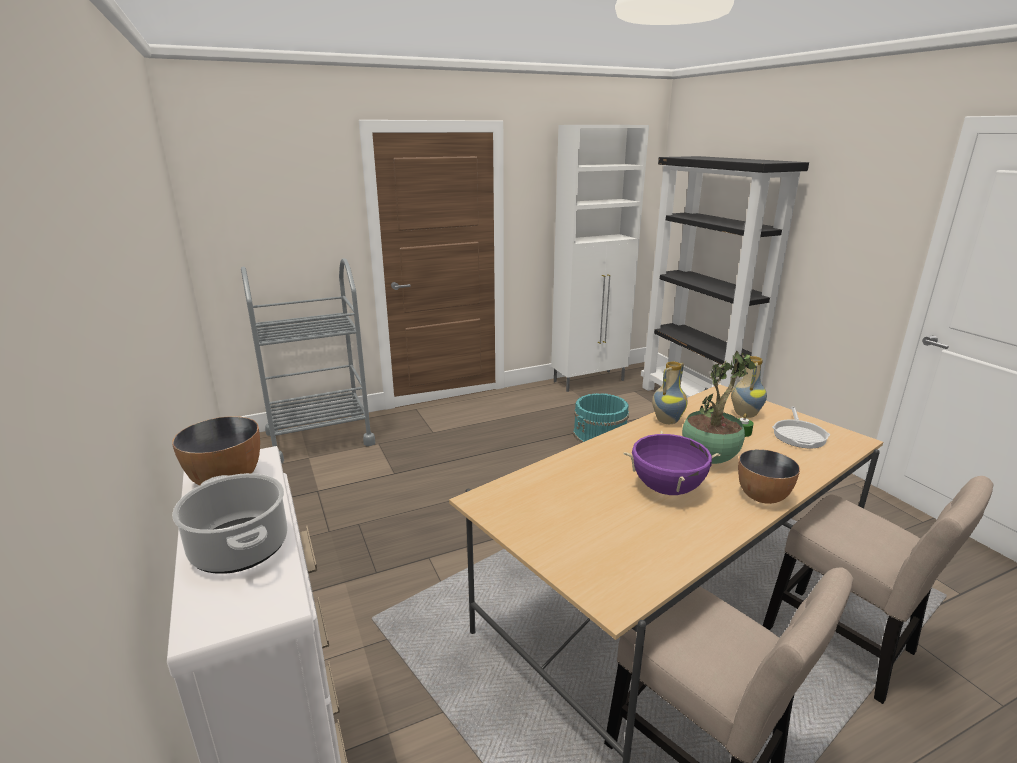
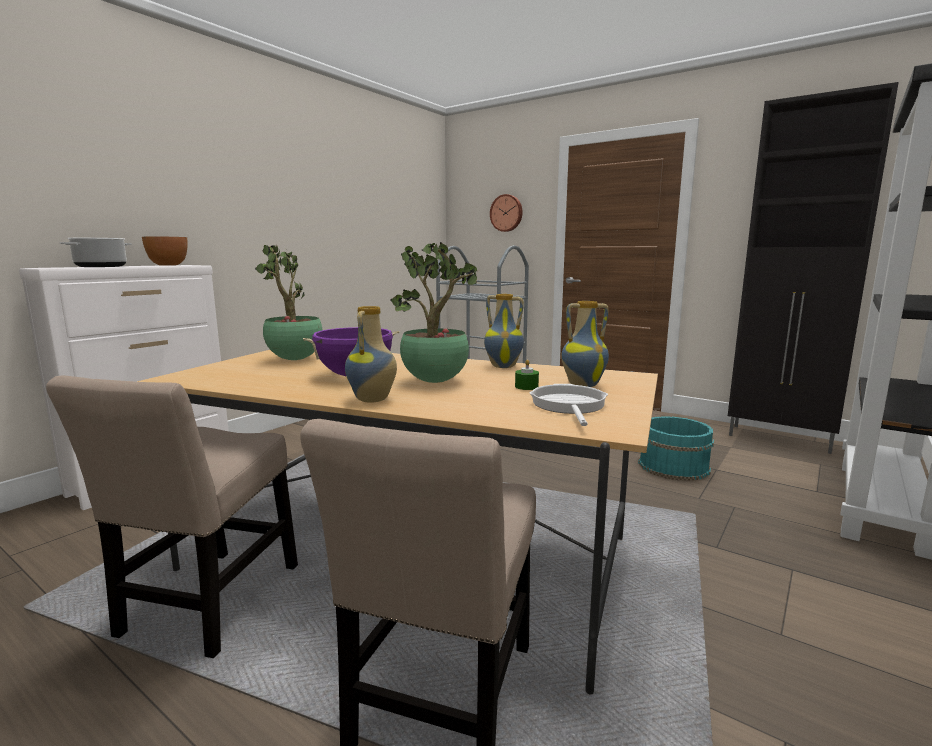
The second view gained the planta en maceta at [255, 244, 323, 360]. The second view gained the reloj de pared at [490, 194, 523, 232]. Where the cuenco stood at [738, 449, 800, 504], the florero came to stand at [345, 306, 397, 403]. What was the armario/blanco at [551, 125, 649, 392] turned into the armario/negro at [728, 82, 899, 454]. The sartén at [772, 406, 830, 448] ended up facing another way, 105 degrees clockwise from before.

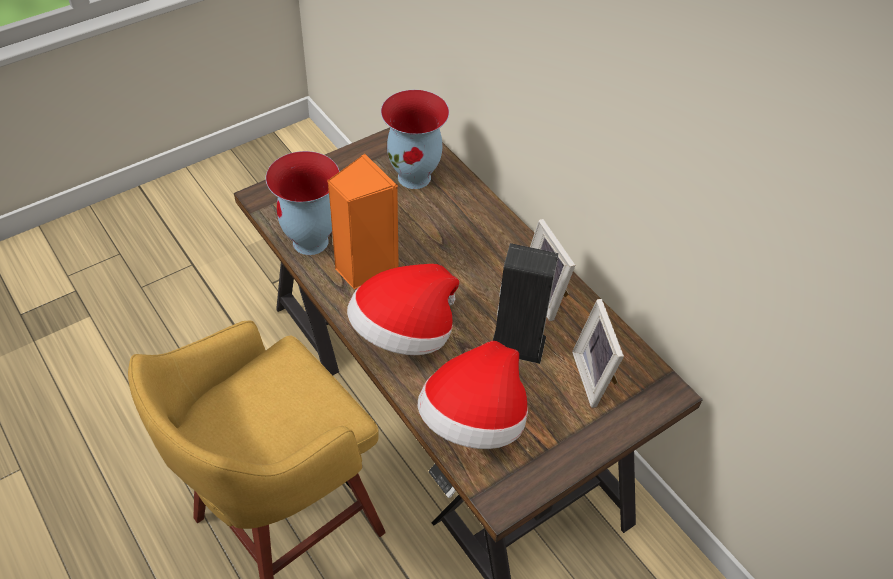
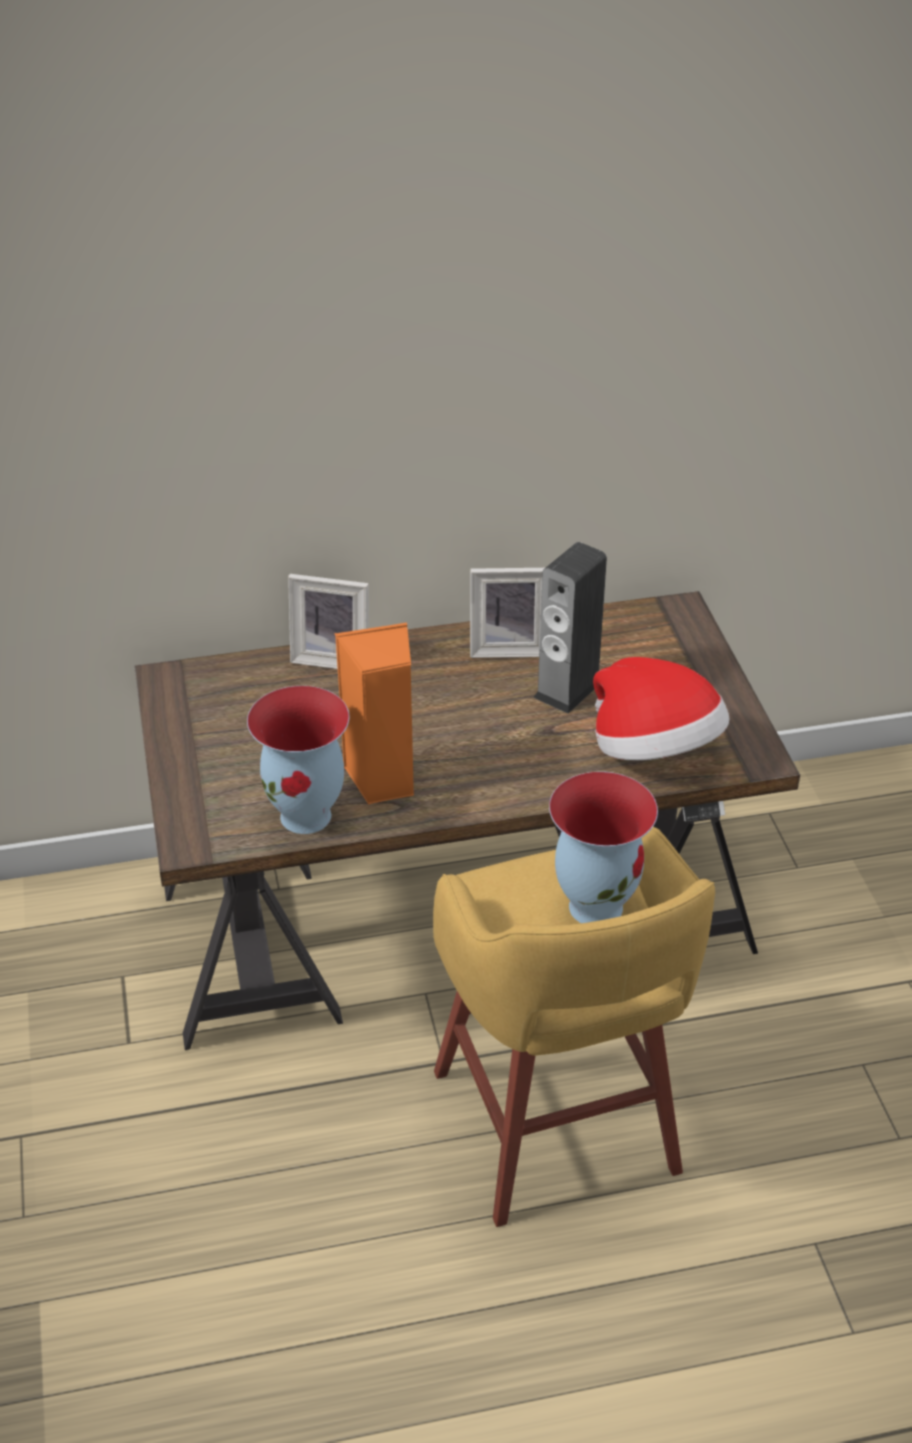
The second view lost the sombrero at [347, 264, 459, 355]. The florero ended up elsewhere, having gone from [381, 90, 449, 189] to [549, 772, 658, 923]. The portarretratos ended up elsewhere, having gone from [572, 299, 624, 408] to [288, 574, 369, 669].

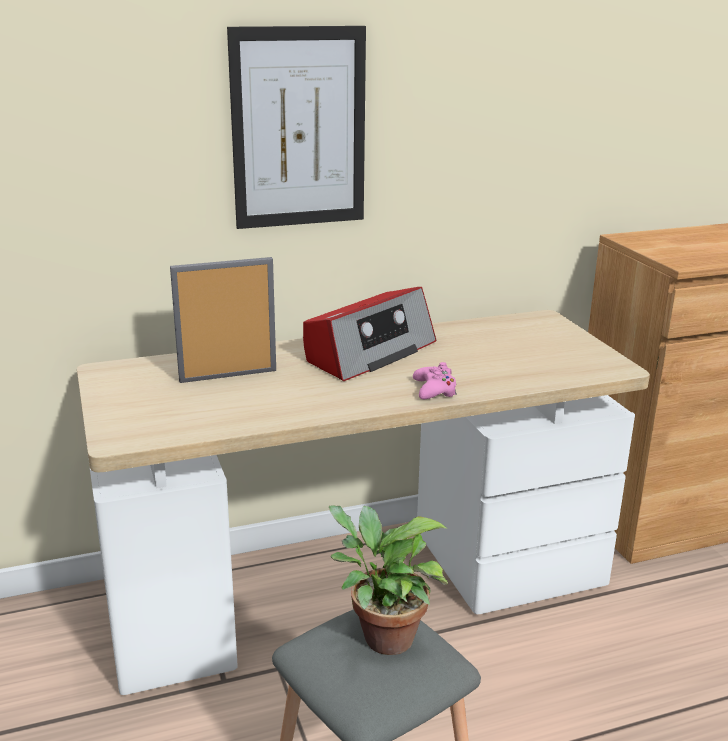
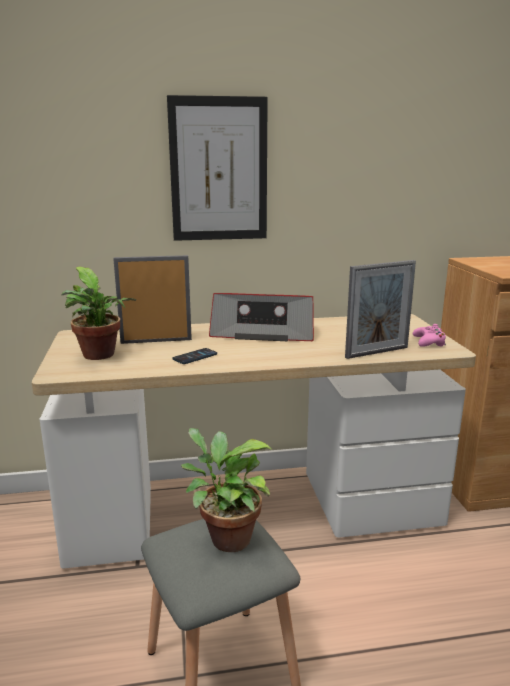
The second view gained the planta en maceta at [62, 267, 136, 360]. The second view gained the móvil at [173, 348, 217, 364]. The second view gained the portarretratos at [345, 260, 416, 359]. The mando de consola/rosa ended up elsewhere, having gone from [413, 362, 457, 399] to [413, 324, 446, 347]. The radio at [303, 287, 436, 381] ended up facing another way, 45 degrees clockwise from before.

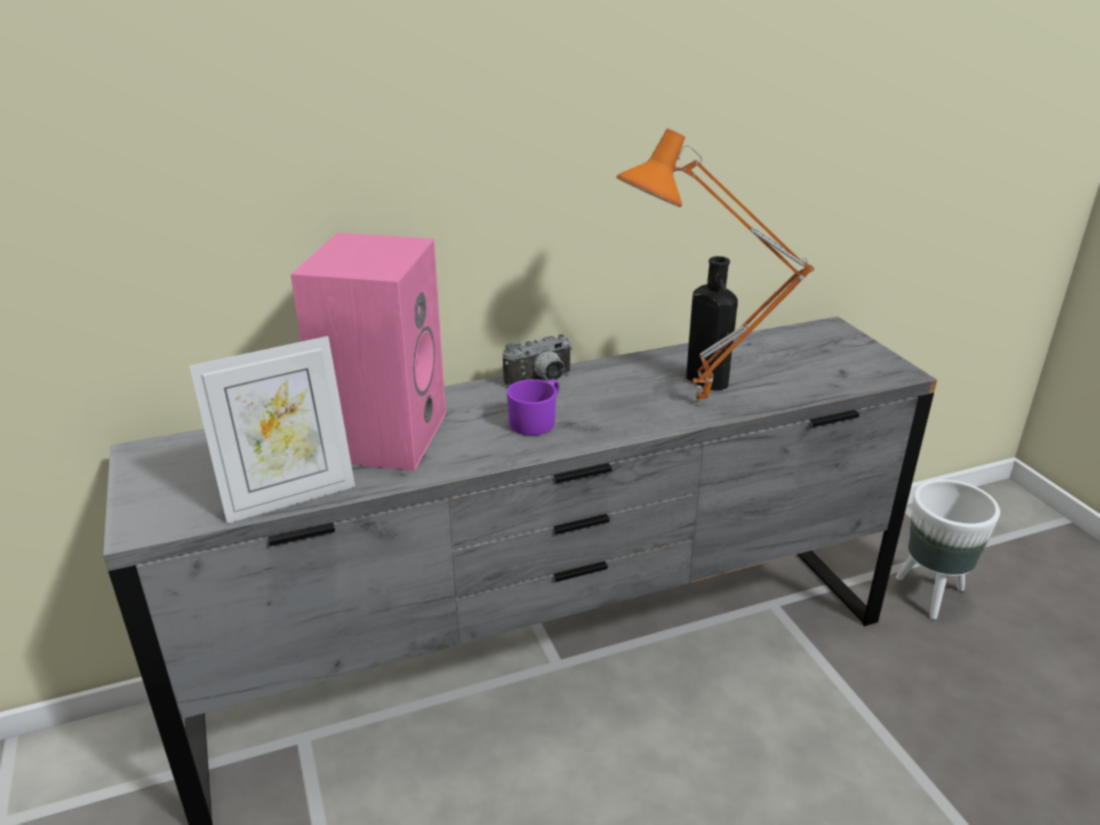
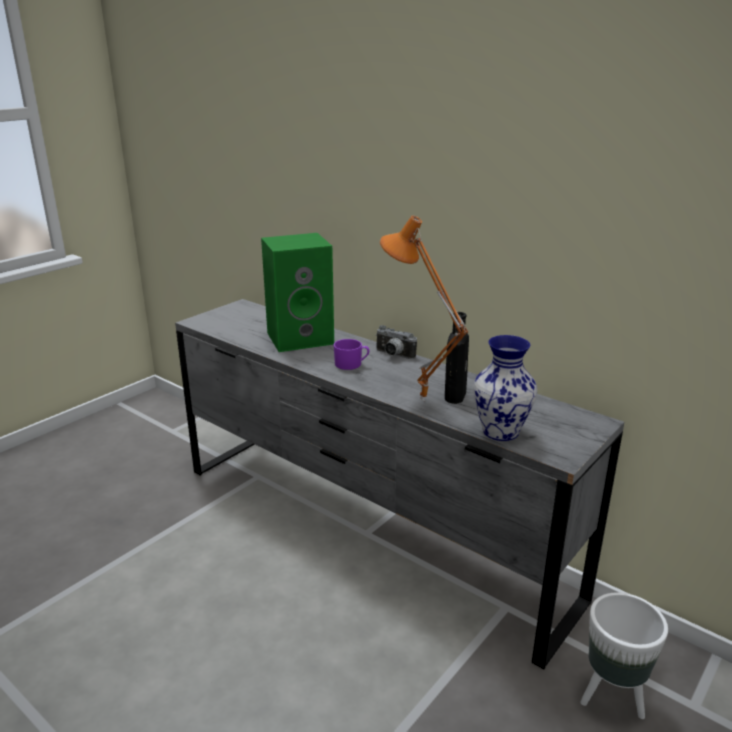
The second view lost the portarretratos at [189, 336, 355, 524]. The second view gained the florero at [473, 335, 537, 441]. What was the altavoz/rosa at [290, 233, 446, 471] turned into the altavoz/verde at [261, 233, 334, 352].

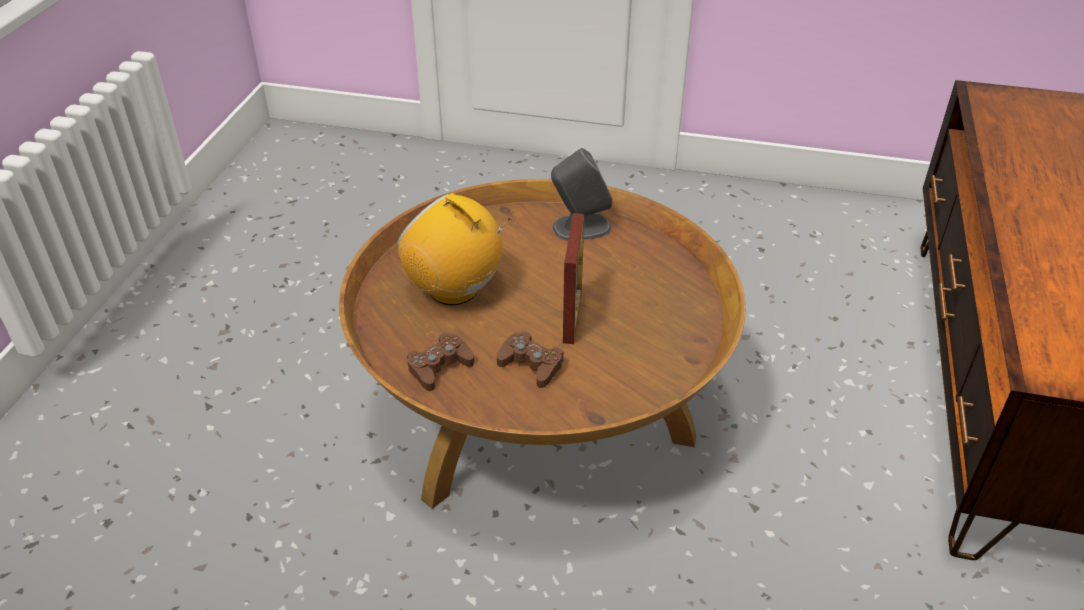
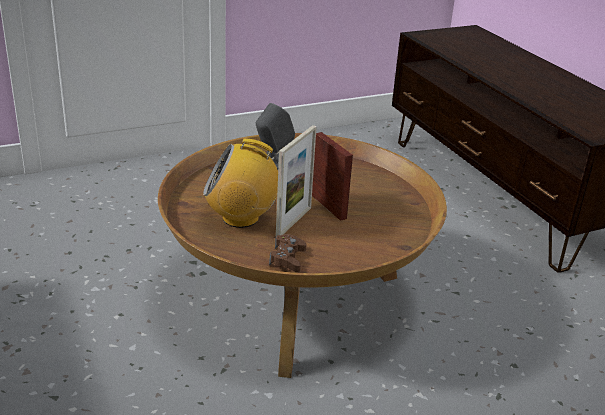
The second view lost the mando de consola/marrón at [497, 331, 564, 388]. The second view gained the portarretratos at [276, 125, 317, 236].

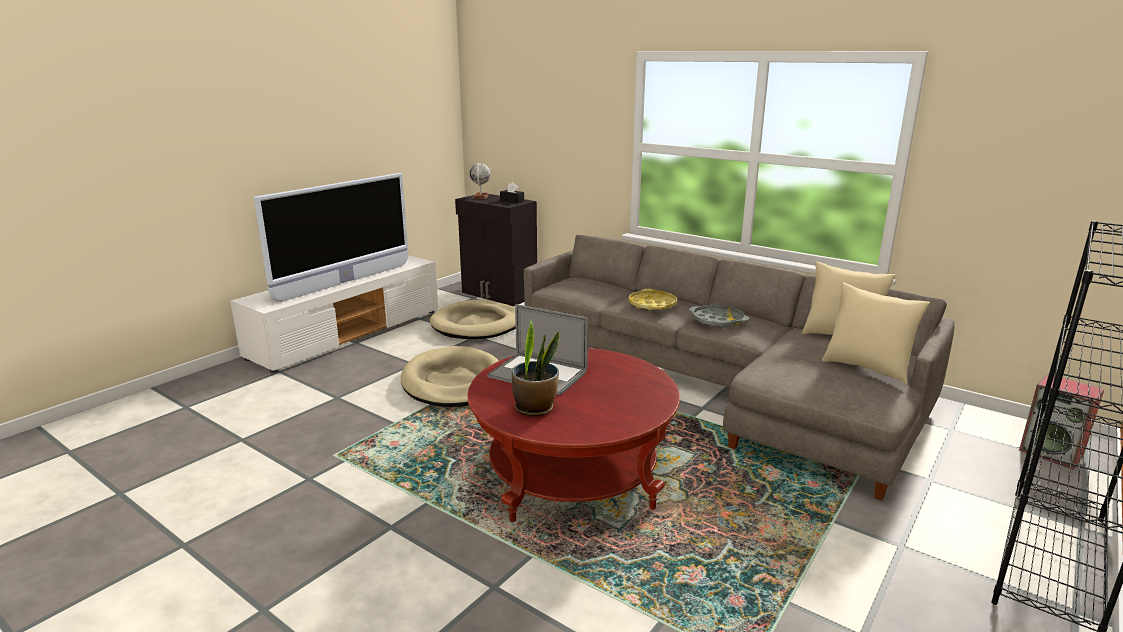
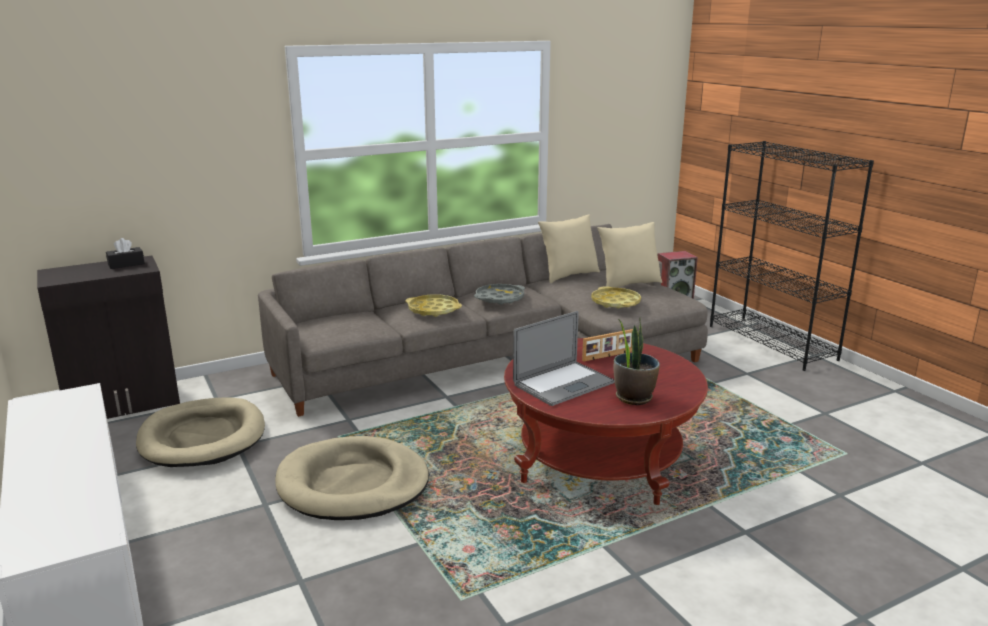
The second view lost the televisor at [254, 173, 409, 302]. The second view lost the globo terráqueo at [470, 163, 491, 199]. The second view gained the portarretratos at [582, 329, 633, 362]. The second view gained the bandeja/amarillo at [591, 286, 641, 309].

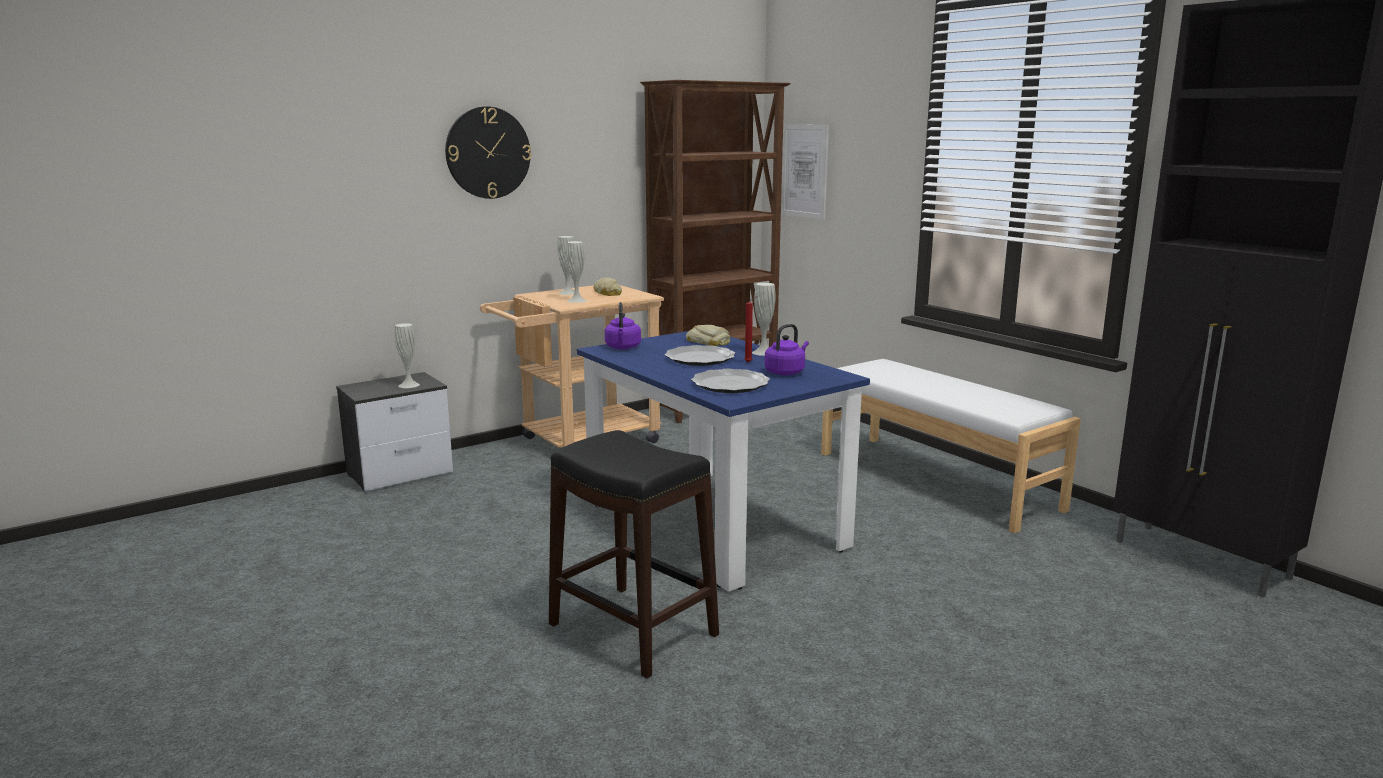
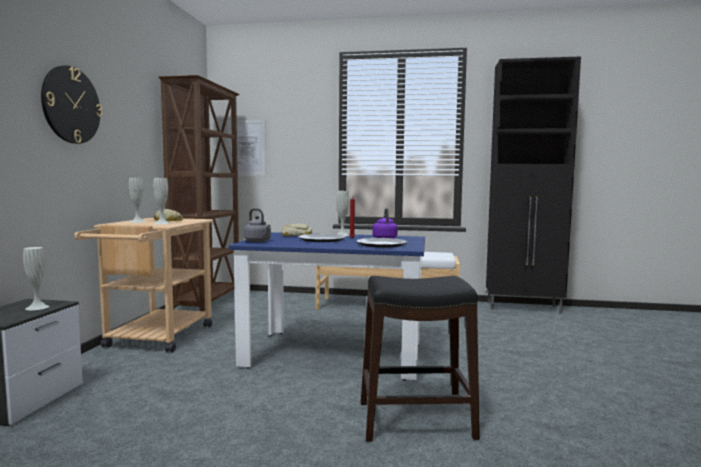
What was the hervidor/morado at [605, 302, 641, 349] turned into the hervidor/gris at [244, 208, 271, 242].

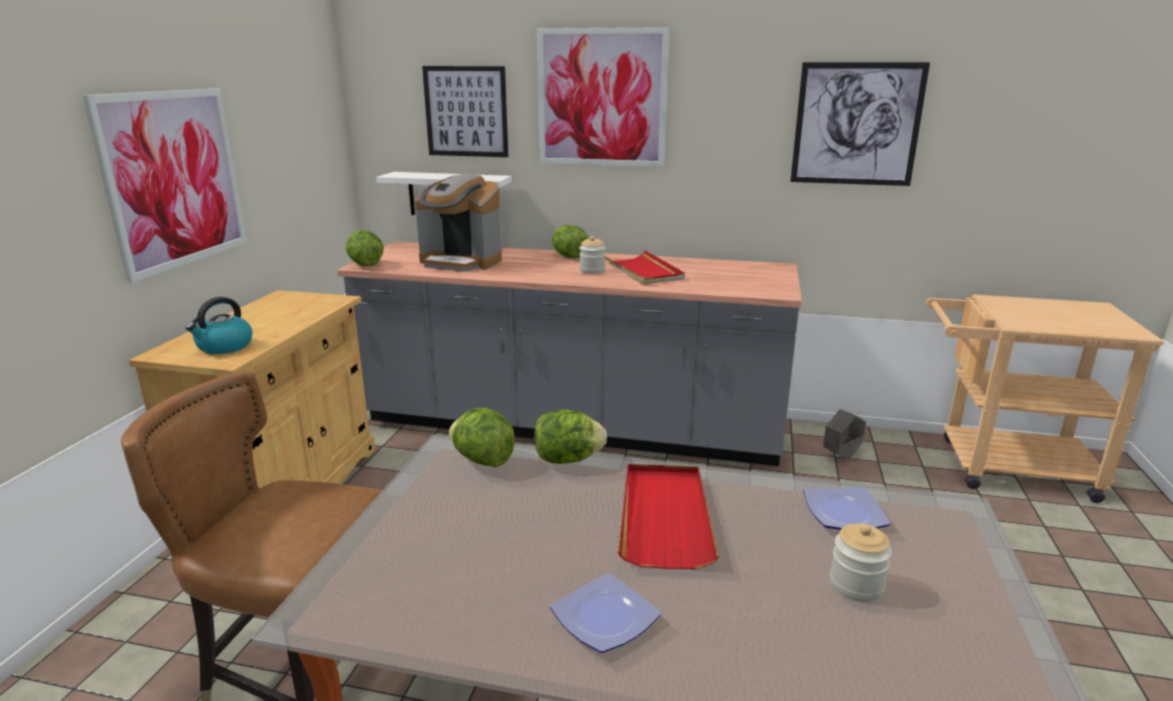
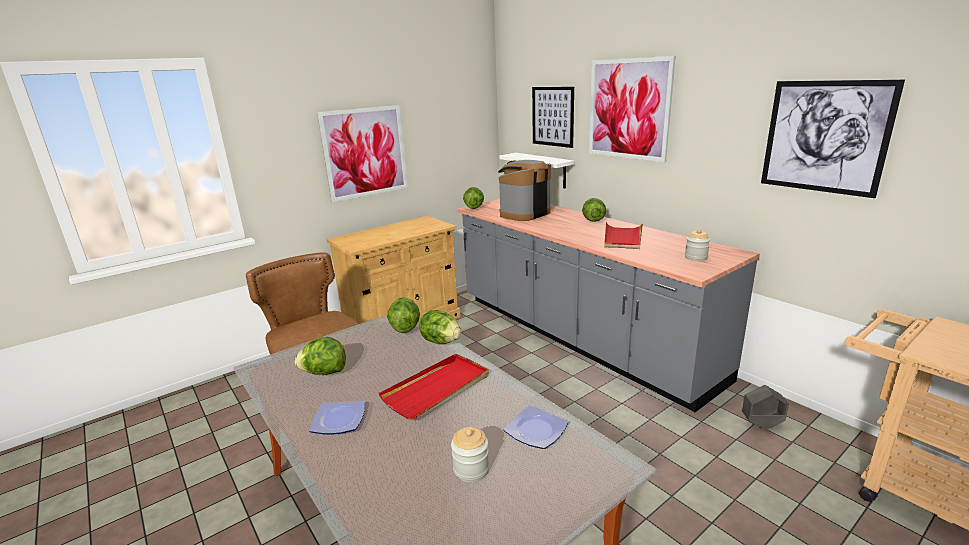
The second view lost the hervidor at [185, 297, 253, 354]. The second view gained the lechuga at [295, 337, 346, 375]. The tarro ended up elsewhere, having gone from [579, 236, 606, 274] to [685, 229, 710, 261]. The cafetera at [414, 173, 502, 272] ended up facing another way, 75 degrees clockwise from before.

